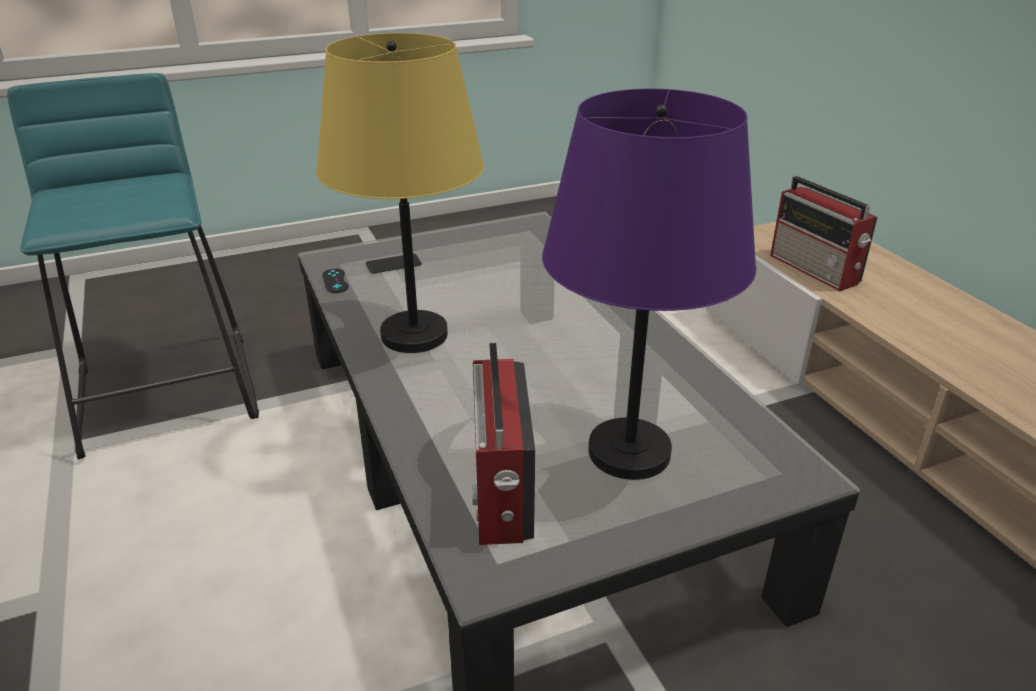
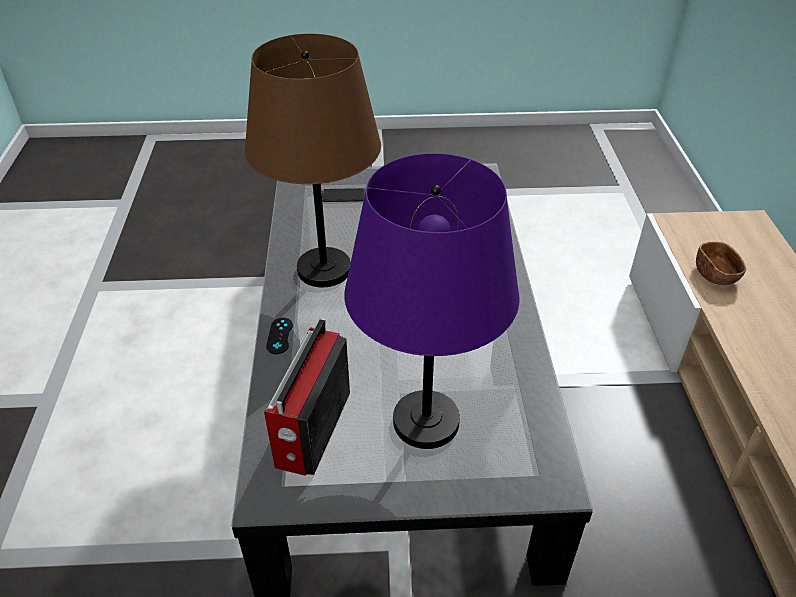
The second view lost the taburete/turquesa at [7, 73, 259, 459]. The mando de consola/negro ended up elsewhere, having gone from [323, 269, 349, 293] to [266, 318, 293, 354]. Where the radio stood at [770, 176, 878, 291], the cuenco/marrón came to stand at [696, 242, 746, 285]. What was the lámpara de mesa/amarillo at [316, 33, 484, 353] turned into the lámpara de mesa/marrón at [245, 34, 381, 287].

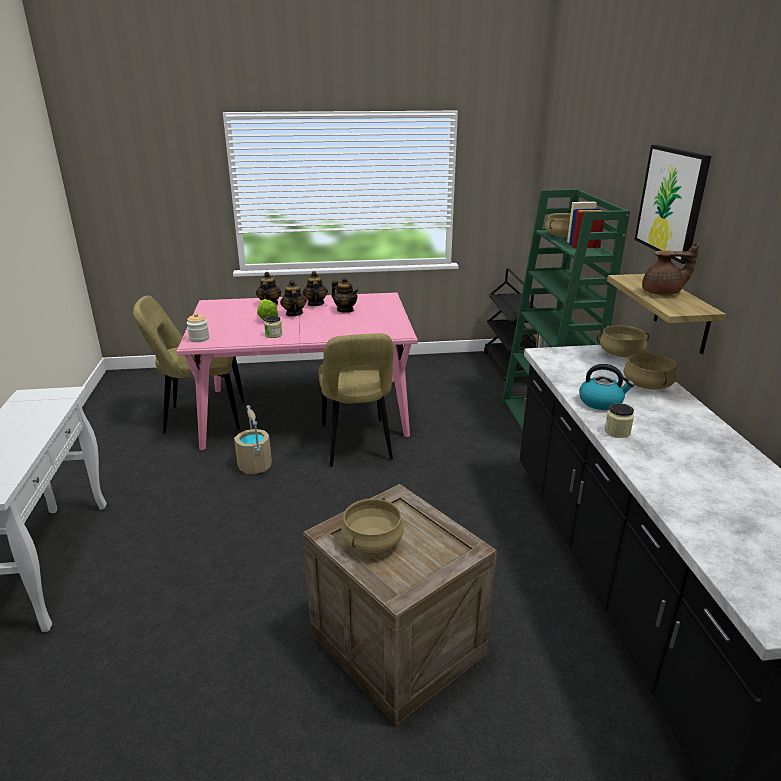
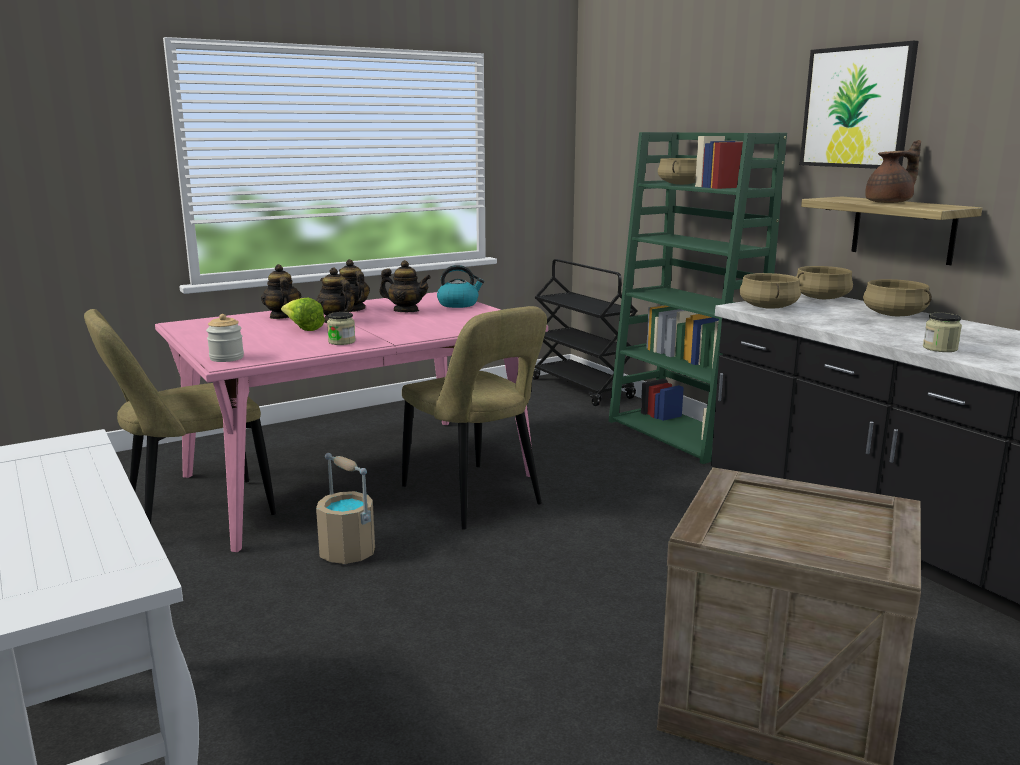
The olla/beis ended up elsewhere, having gone from [341, 498, 404, 553] to [739, 273, 801, 309]. The hervidor ended up elsewhere, having gone from [579, 364, 634, 410] to [437, 265, 484, 308].

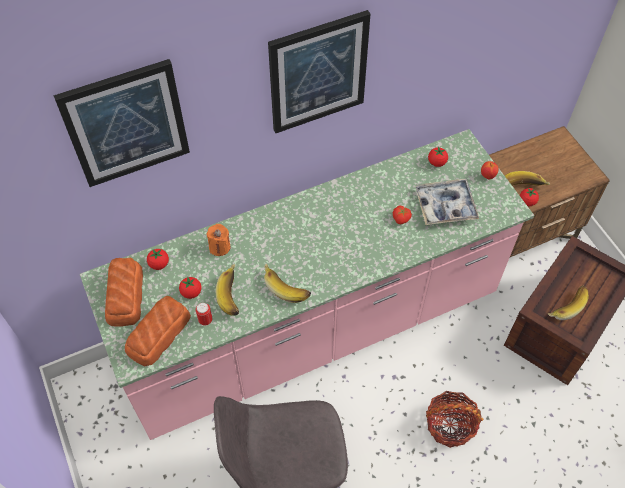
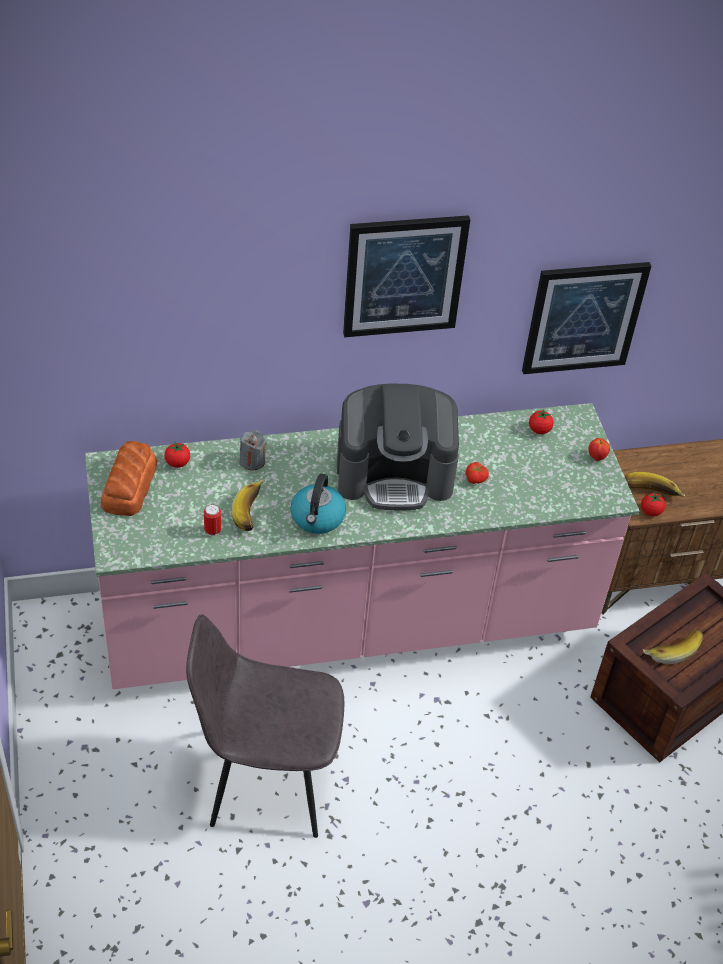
The second view lost the pan at [125, 296, 191, 366]. The second view lost the tomate at [179, 277, 201, 299]. The second view lost the bandeja at [415, 179, 479, 225]. The second view lost the cesta at [426, 391, 484, 448]. The second view gained the cafetera at [337, 384, 459, 510]. The cuadro ended up elsewhere, having gone from [53, 59, 190, 187] to [522, 262, 651, 374]. Where the plátano stood at [264, 263, 311, 303], the hervidor came to stand at [290, 474, 346, 534]. What was the vela/naranja at [206, 224, 230, 256] turned into the vela/gris at [239, 430, 267, 470].

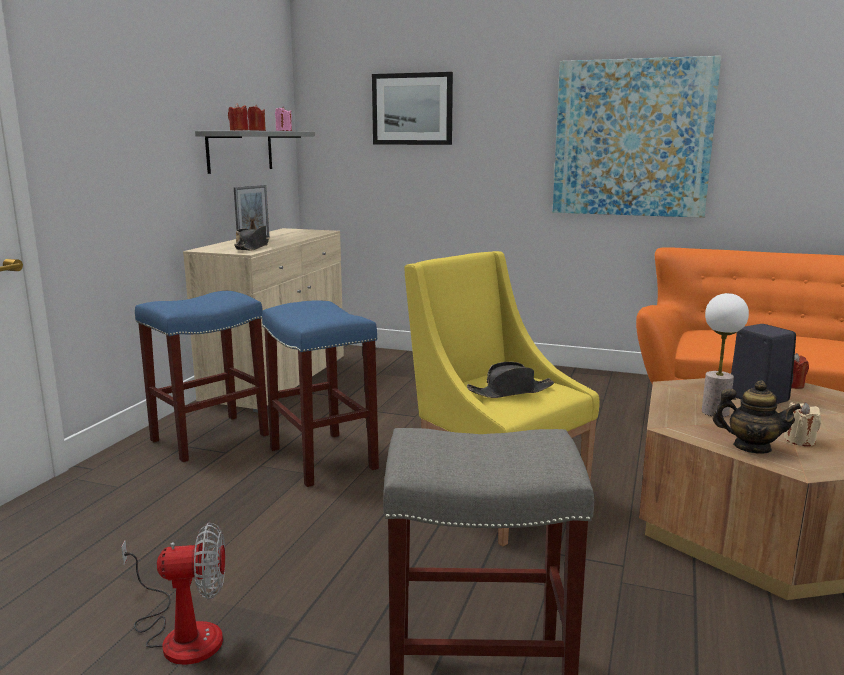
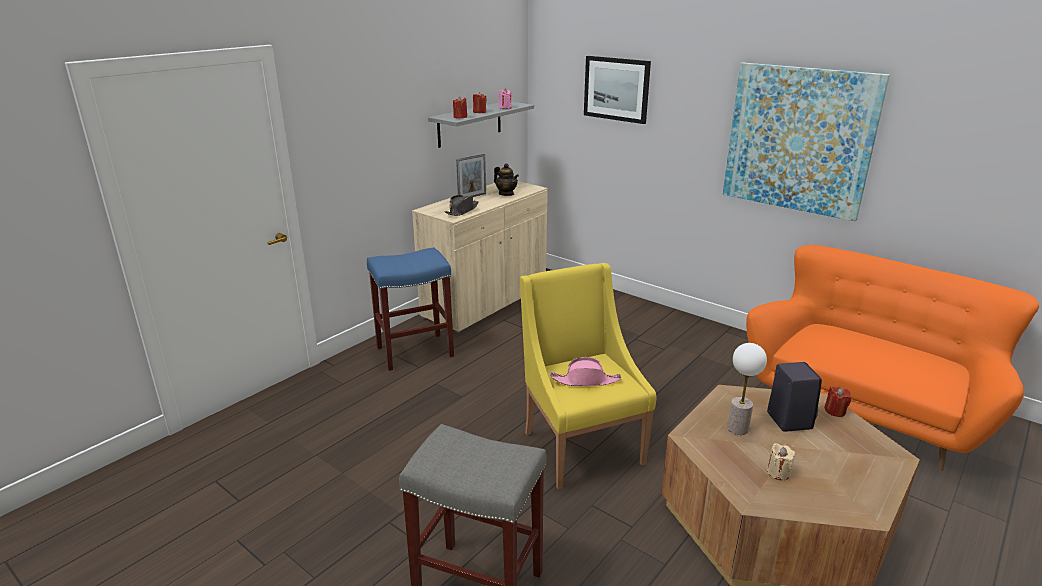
The second view lost the ventilador at [121, 522, 225, 665]. The second view lost the taburete/azul at [262, 300, 379, 487]. The tetera ended up elsewhere, having gone from [712, 380, 802, 454] to [494, 163, 519, 196]. What was the sombrero/negro at [467, 362, 554, 398] turned into the sombrero/rosa at [551, 357, 621, 386].

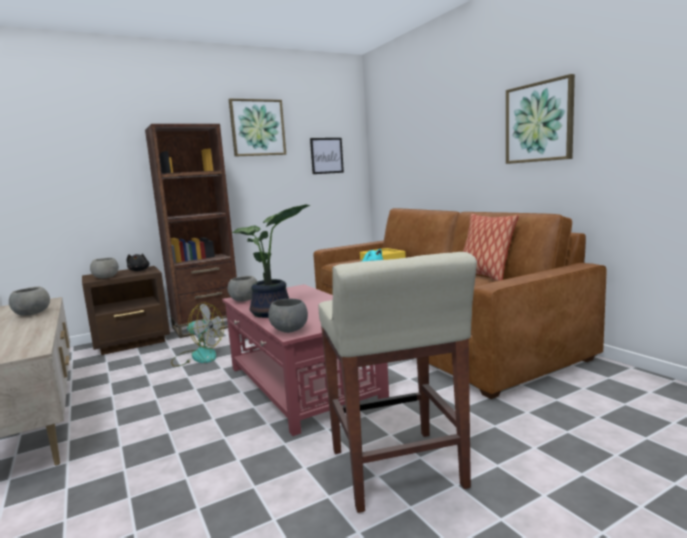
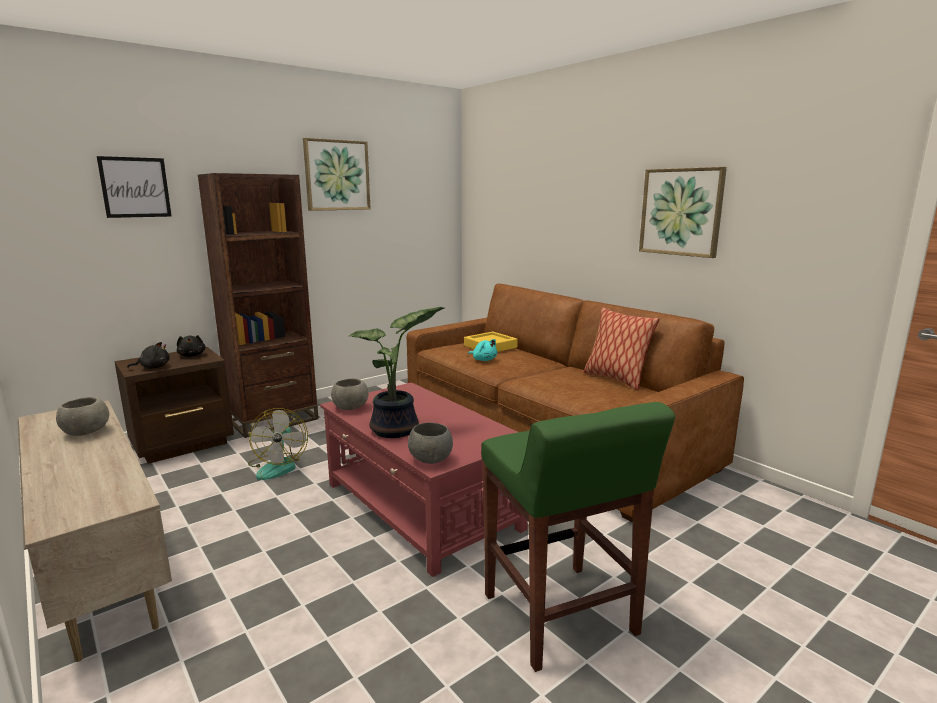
The cuadro ended up elsewhere, having gone from [310, 138, 344, 174] to [97, 156, 172, 218]. Where the cuenco/gris stood at [90, 258, 119, 278], the peluche/negro came to stand at [127, 342, 170, 369]. What was the taburete/beis at [318, 252, 477, 513] turned into the taburete/verde at [481, 402, 675, 672]. The ventilador at [171, 302, 224, 367] ended up facing another way, 75 degrees clockwise from before.

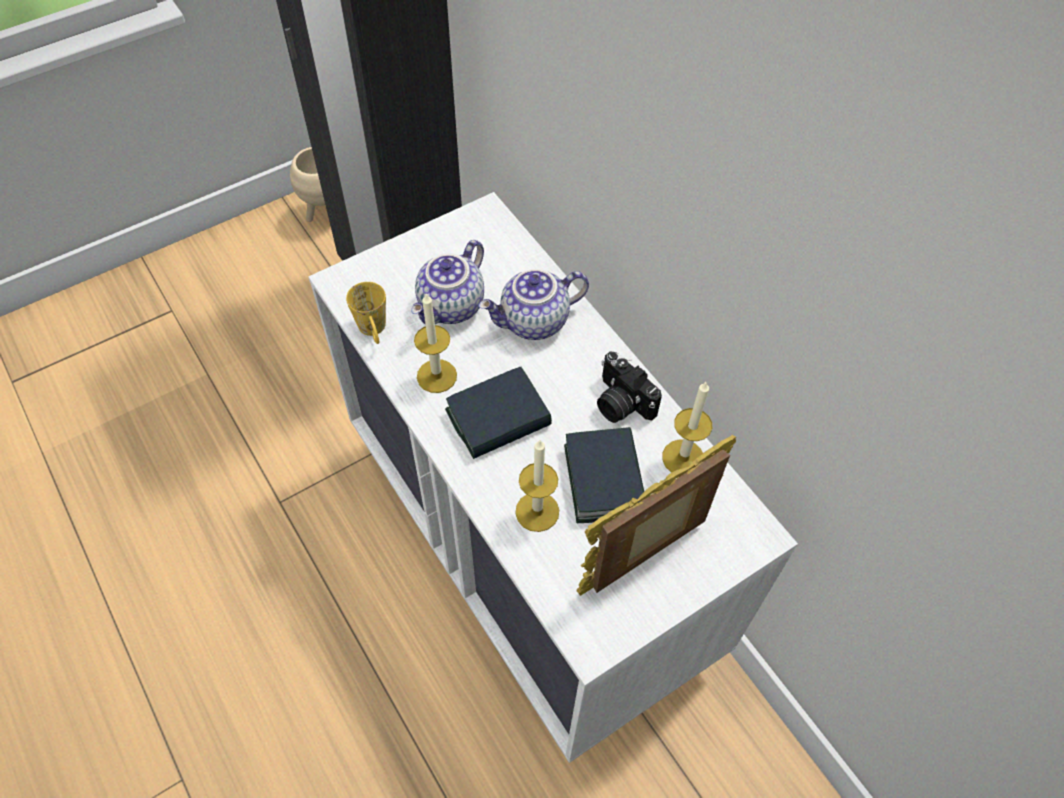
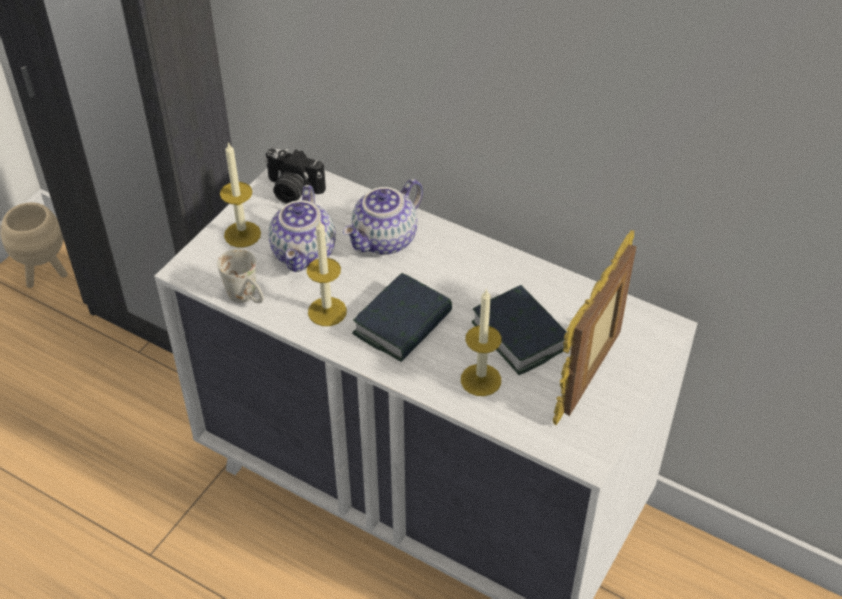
The cámara ended up elsewhere, having gone from [597, 351, 662, 423] to [264, 148, 326, 204]. The vela ended up elsewhere, having gone from [662, 382, 712, 473] to [220, 142, 261, 247]. What was the taza grande/amarillo at [346, 282, 386, 344] turned into the taza grande/blanco at [217, 249, 264, 303].

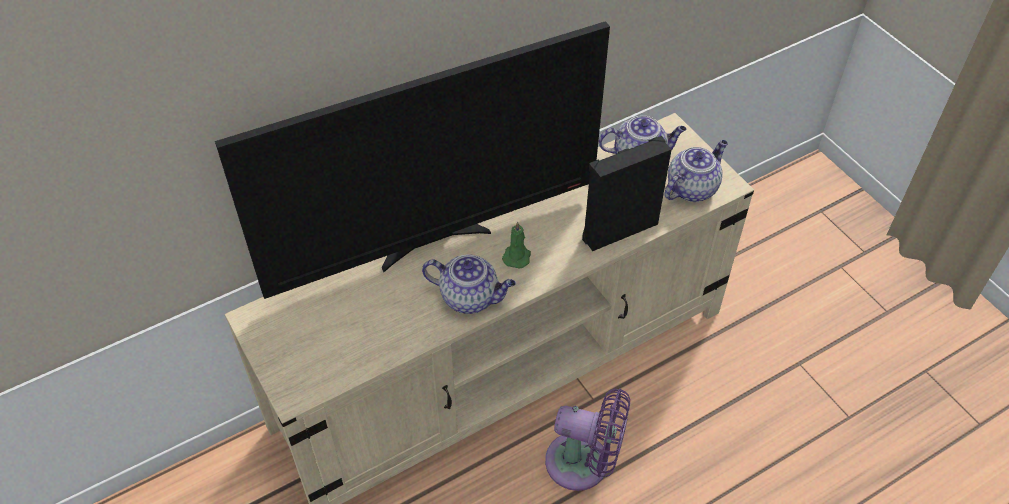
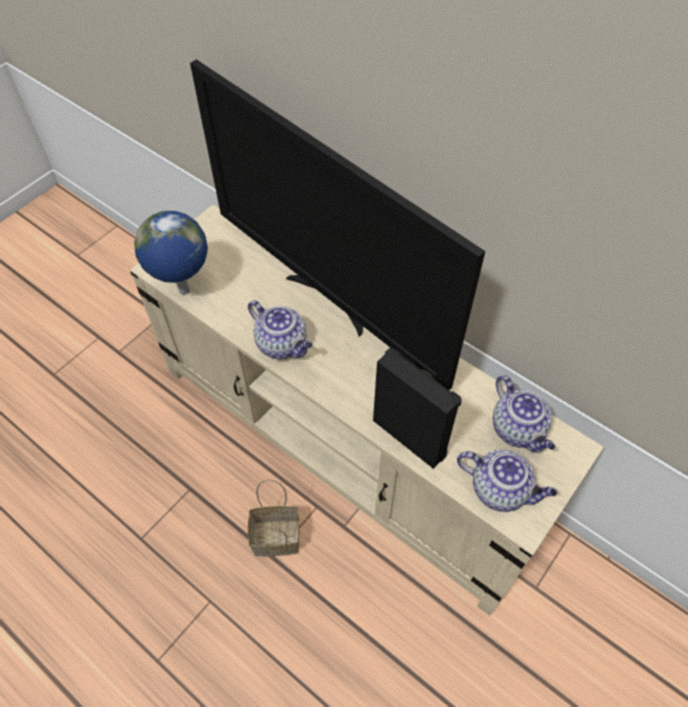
The second view lost the vela/verde at [502, 221, 531, 269]. The second view gained the globo terráqueo at [134, 211, 208, 295]. Where the ventilador/morado stood at [545, 389, 630, 491], the cesta came to stand at [248, 480, 300, 556]. The tetera at [422, 254, 516, 314] ended up facing another way, 45 degrees counterclockwise from before.

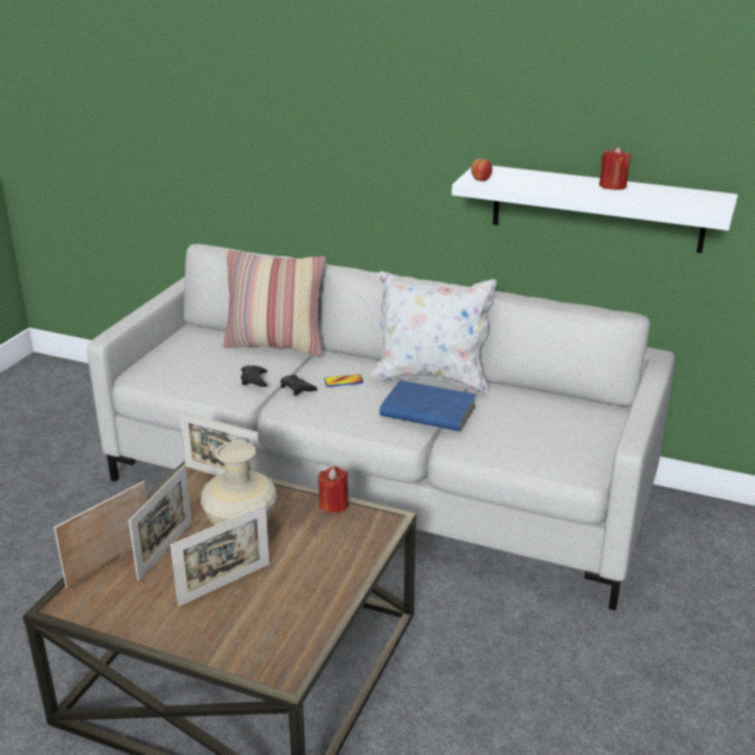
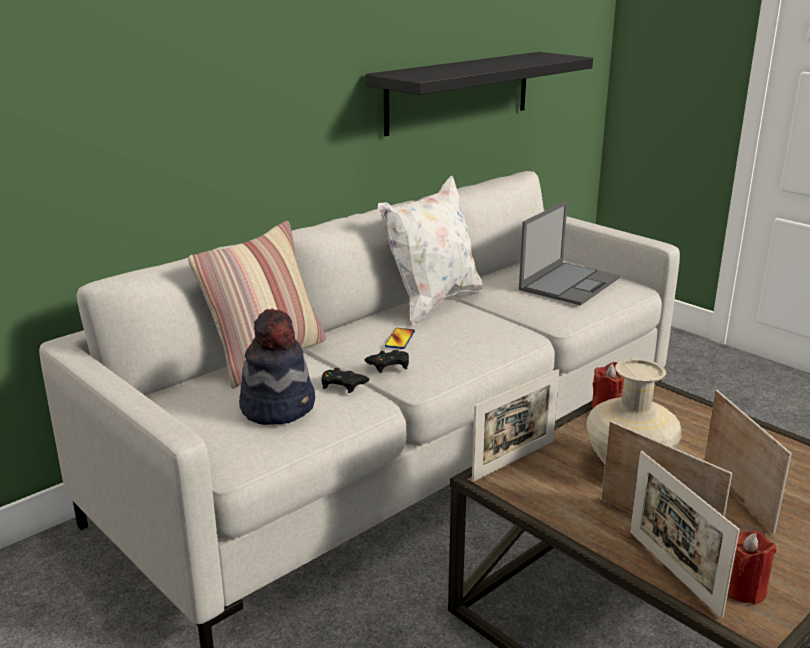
The second view lost the libro/azul at [380, 380, 477, 431]. The second view lost the manzana at [471, 159, 492, 181]. The second view gained the sombrero at [239, 308, 315, 425]. The second view gained the portátil at [519, 201, 620, 305]. The vela/rojo ended up elsewhere, having gone from [599, 147, 632, 190] to [727, 531, 776, 605]. What was the estante/blanco at [452, 166, 738, 253] turned into the estante/negro at [365, 52, 593, 136].

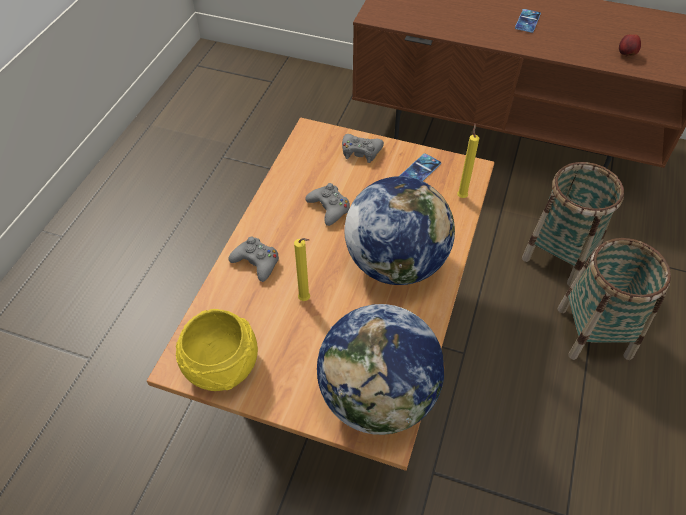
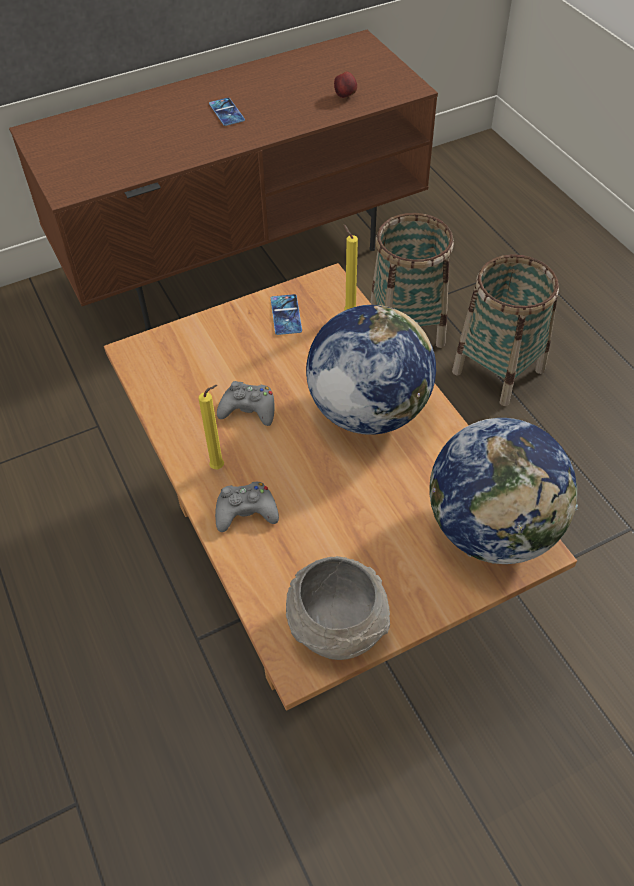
The second view lost the mando de consola/gris at [342, 134, 384, 163]. The vela/amarillo ended up elsewhere, having gone from [294, 238, 310, 301] to [198, 385, 224, 469]. What was the cuenco/amarillo at [176, 309, 258, 391] turned into the cuenco/gris at [286, 556, 390, 660].

